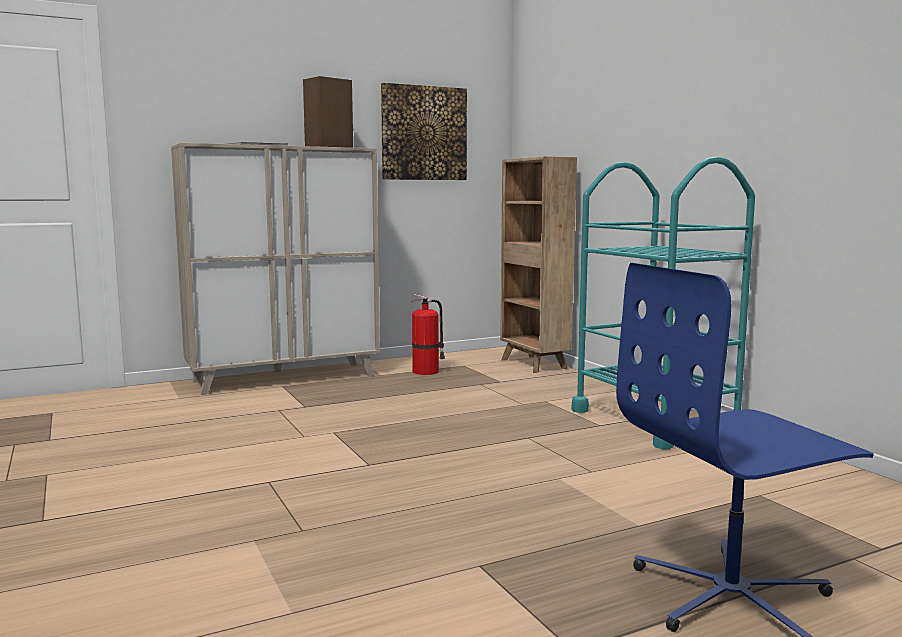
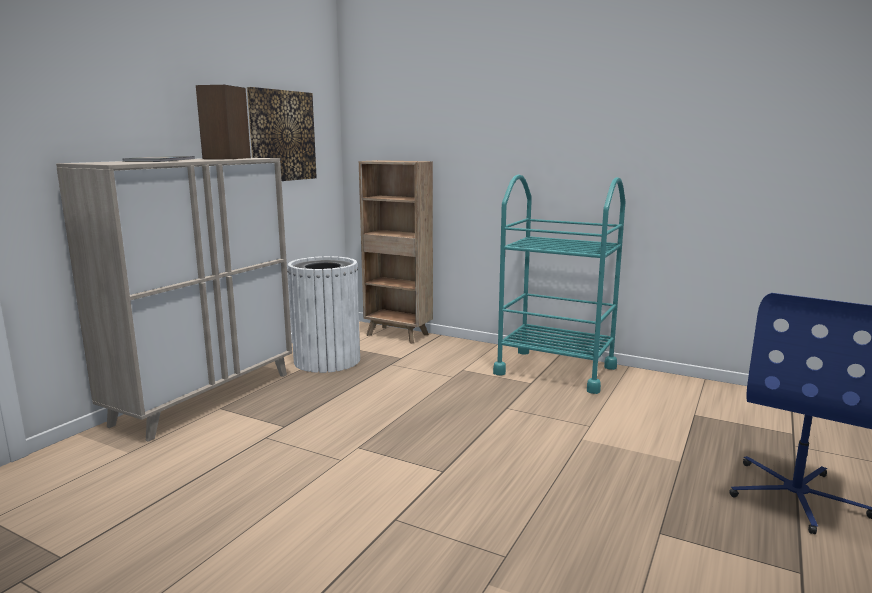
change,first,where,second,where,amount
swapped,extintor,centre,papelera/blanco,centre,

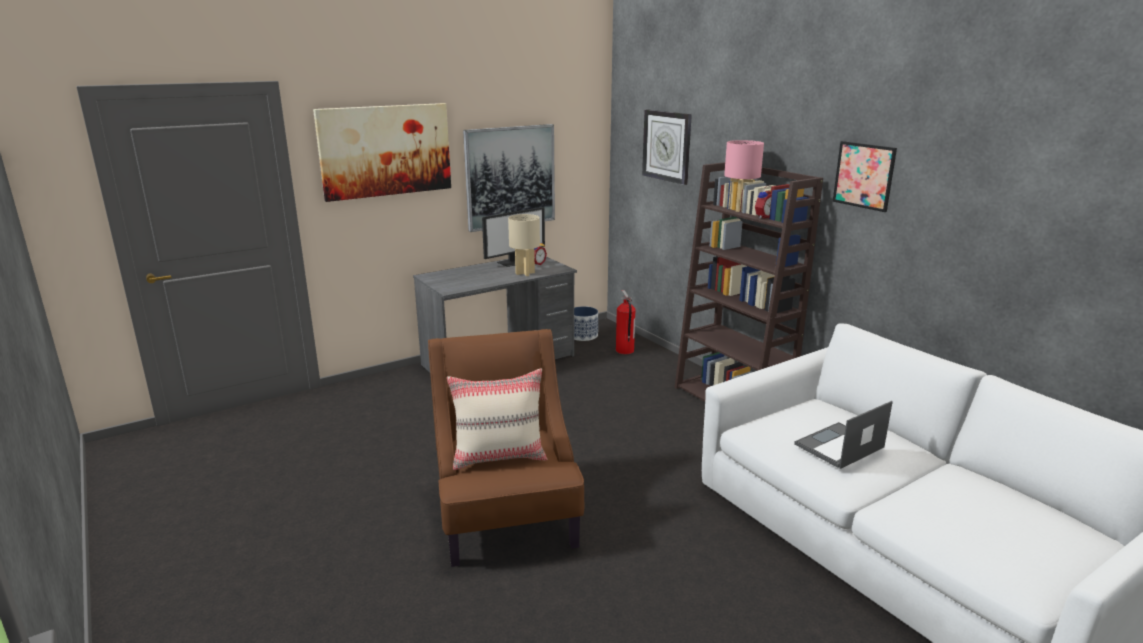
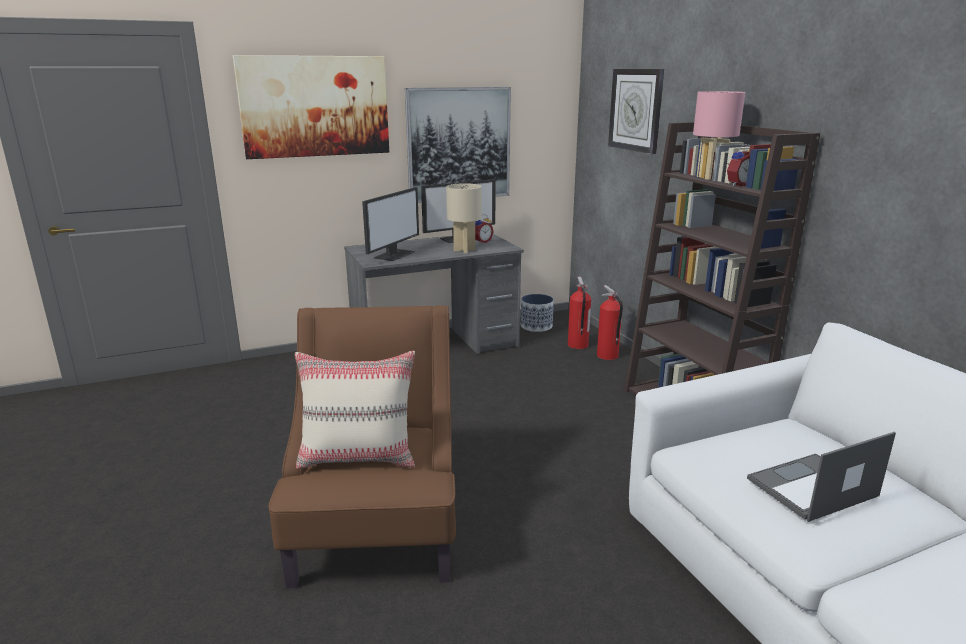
change,first,where,second,where,amount
gone,cuadro (no. 3 from left),top right,,,
new,,,monitor (no. 1 from left),centre,
new,,,extintor (no. 2 from left),centre,

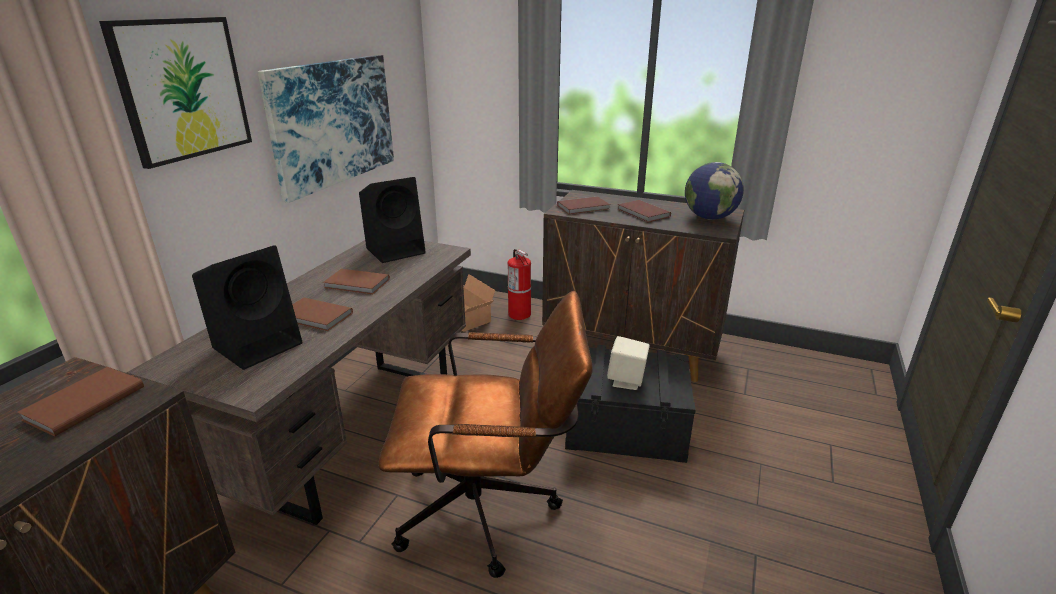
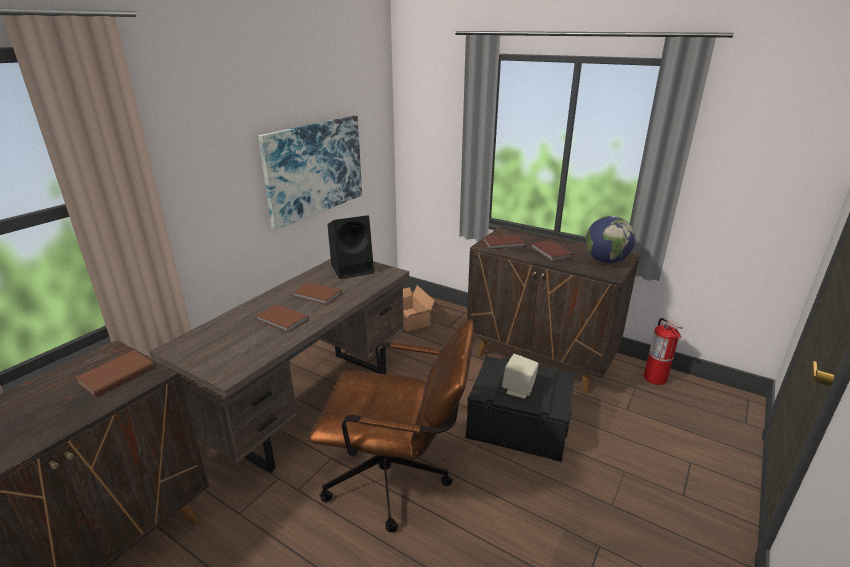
change,first,where,second,where,amount
gone,cuadro (no. 1 from left),top left,,,
gone,altavoz/negro (no. 1 from left),middle left,,,
shifted,extintor,centre,,middle right,

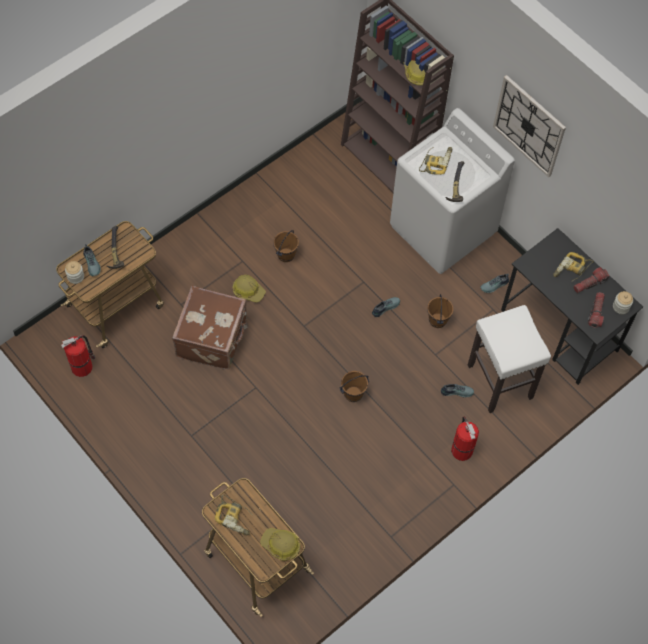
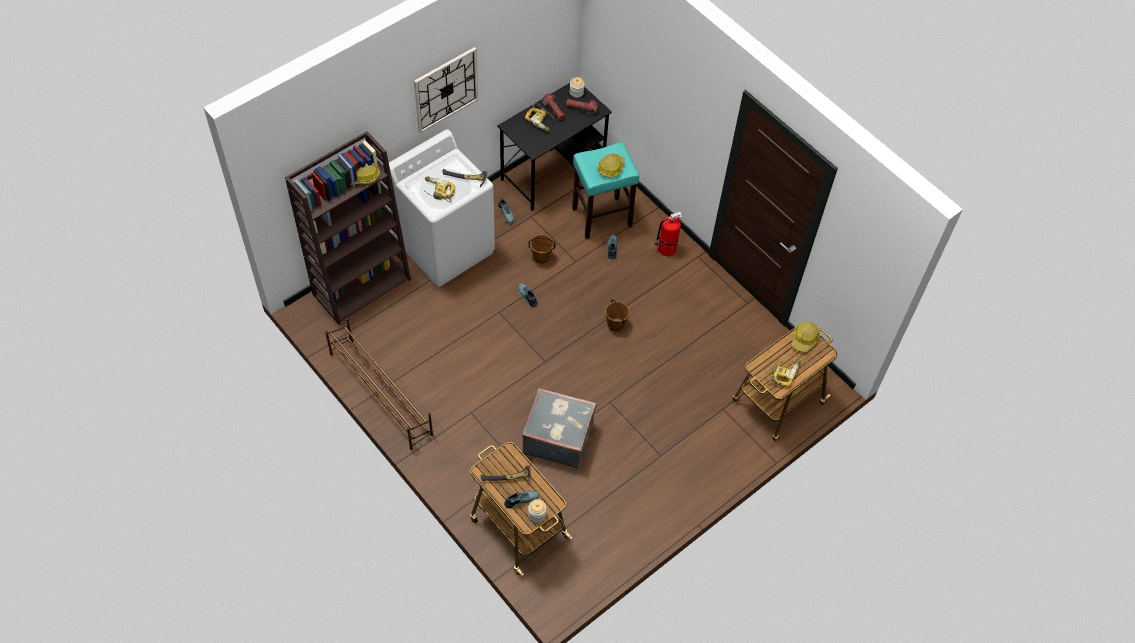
change,first,where,second,where,amount
gone,cubo/marrón (no. 1 from left),centre,,,
shifted,casco (no. 1 from left in the first image),centre,casco (no. 2 from left),top centre,
repainted,maleta/marrón,middle left,maleta/gris,centre,
repainted,taburete/blanco,middle right,taburete/turquesa,top centre,
gone,extintor (no. 1 from left),middle left,,,
new,,,zapatero/marrón,centre,

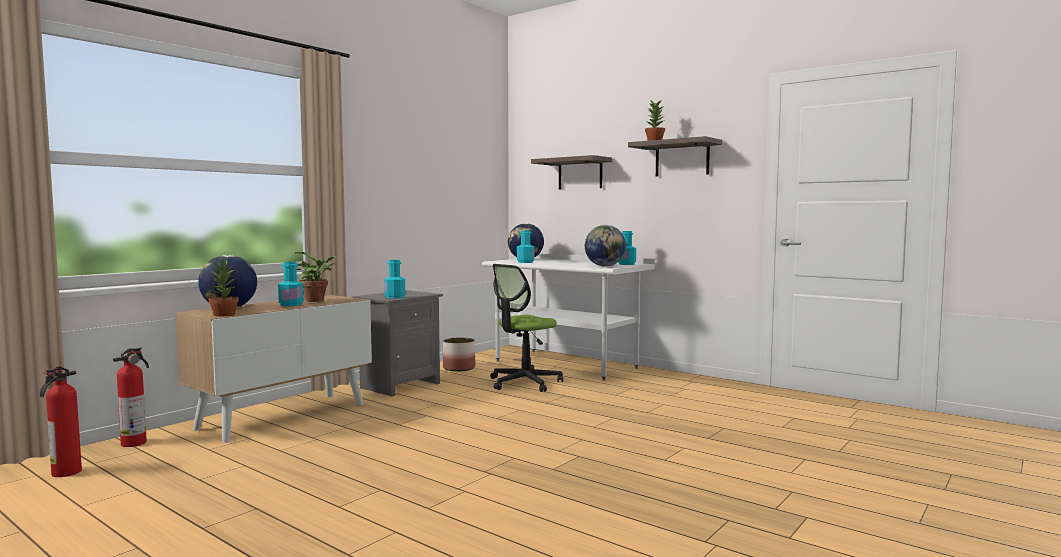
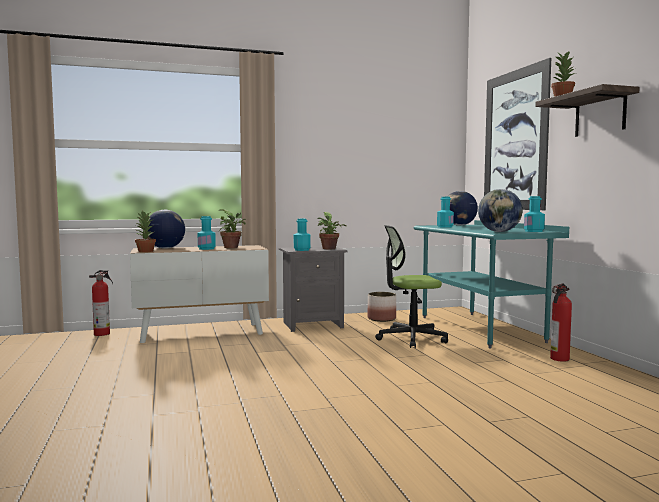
change,first,where,second,where,amount
swapped,estante (no. 1 from left),top centre,cuadro,top right,
repainted,escritorio/blanco,centre,escritorio/turquesa,middle right,
shifted,extintor (no. 1 from left in the first image),bottom left,extintor (no. 2 from left),middle right,
new,,,planta en maceta (no. 3 from left),centre,

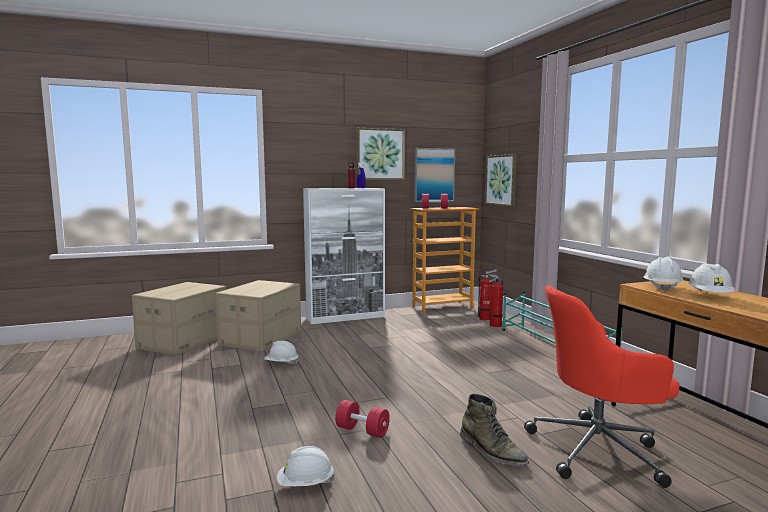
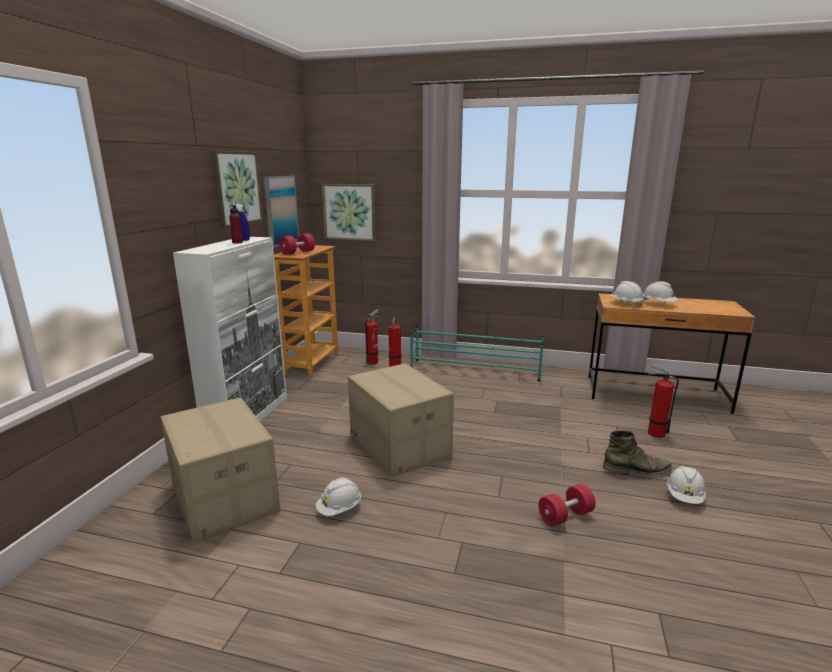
change,first,where,second,where,amount
shifted,caja de cartón (no. 1 from left in the first image),middle left,caja de cartón (no. 2 from left),centre,
swapped,silla de oficina/rojo,bottom right,extintor (no. 3 from left),middle right,
shifted,casco/blanco (no. 2 from left in the first image),bottom centre,casco/blanco (no. 4 from left),bottom right,

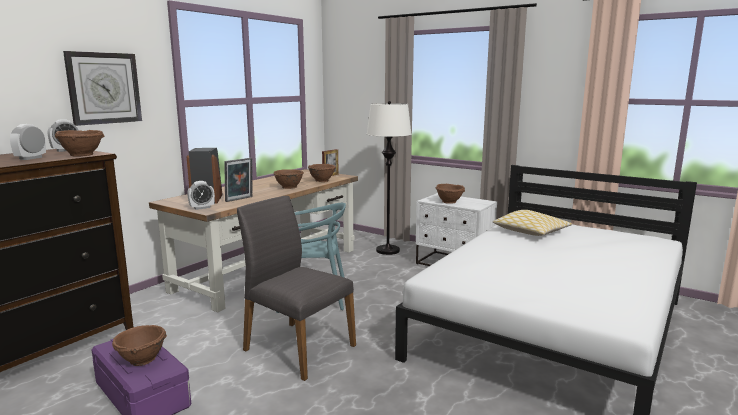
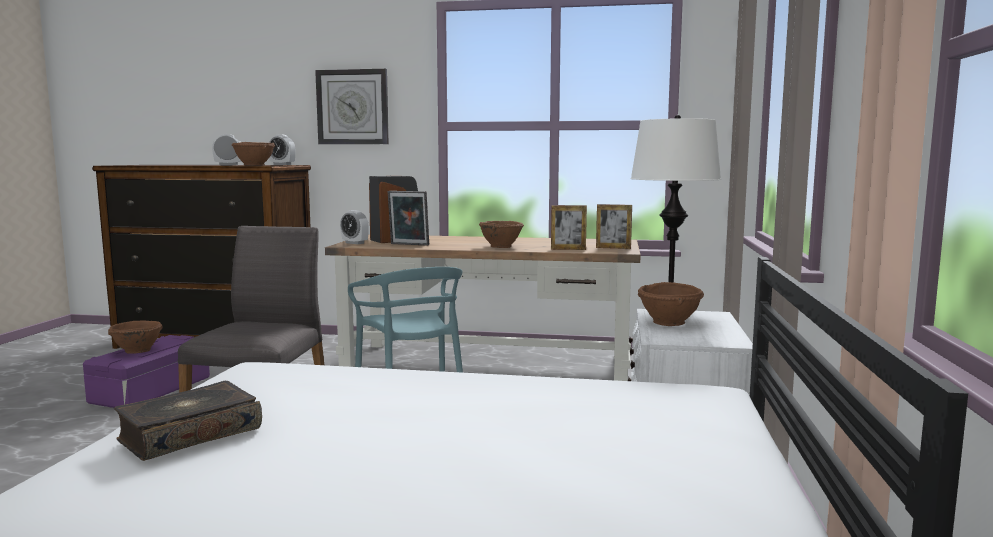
change,first,where,second,where,amount
swapped,cuenco/marrón (no. 4 from left),centre,portarretratos (no. 2 from left),centre,
gone,cojín,middle right,,,
new,,,libro,bottom left,

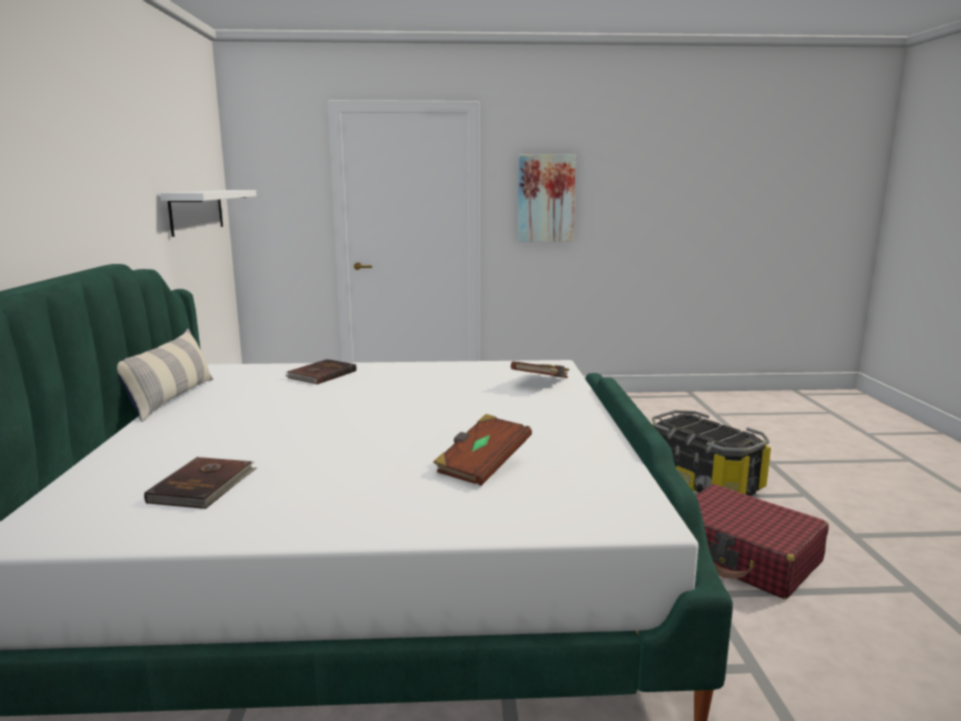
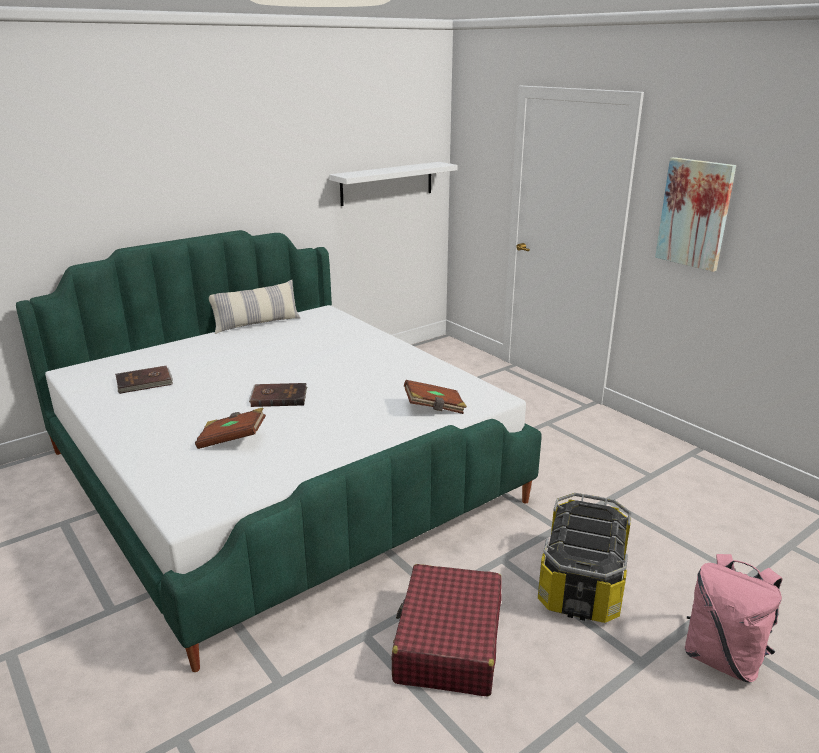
change,first,where,second,where,amount
shifted,libro/marrón (no. 2 from left in the first image),middle left,libro/marrón (no. 3 from left),centre,
new,,,mochila/rosa,bottom right,

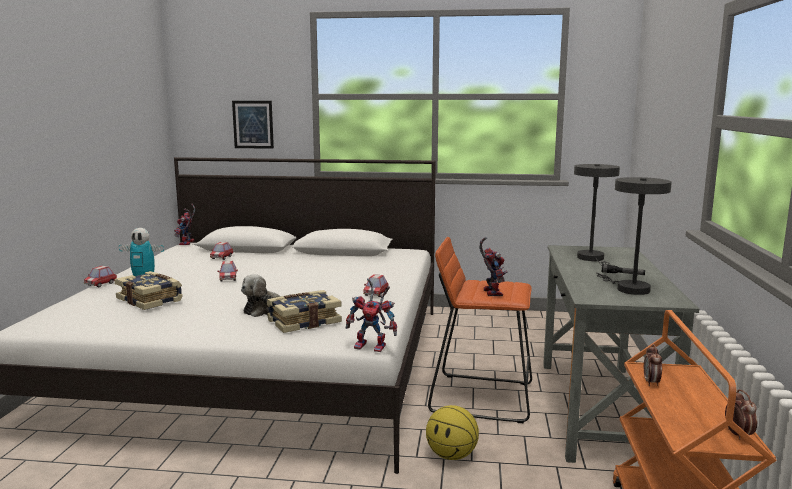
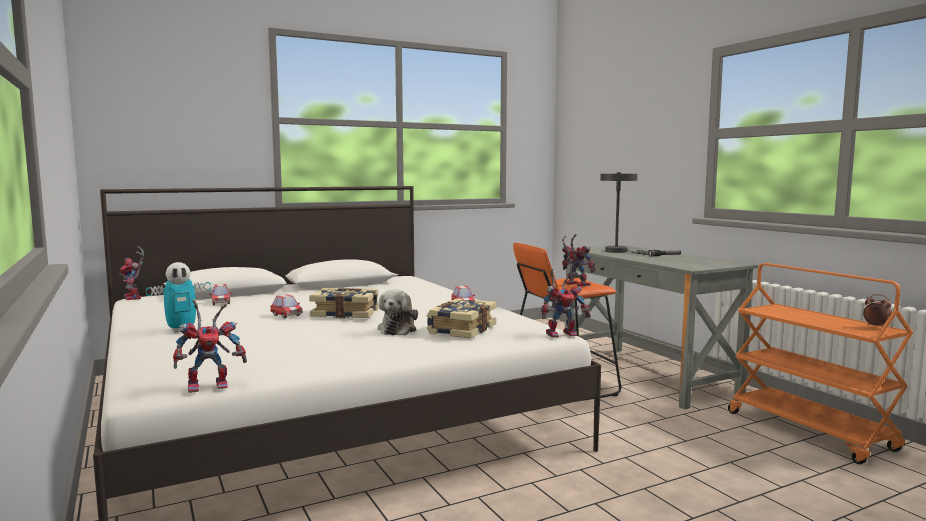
change,first,where,second,where,amount
gone,cuadro,top left,,,
gone,lámpara de mesa/gris (no. 2 from left),middle right,,,
gone,coche de juguete (no. 1 from left),middle left,,,
shifted,libro (no. 1 from left),middle left,,centre,
gone,despertador (no. 1 from left),bottom right,,,
gone,balón de baloncesto,bottom centre,,,
new,,,robot de juguete (no. 3 from left),middle left,

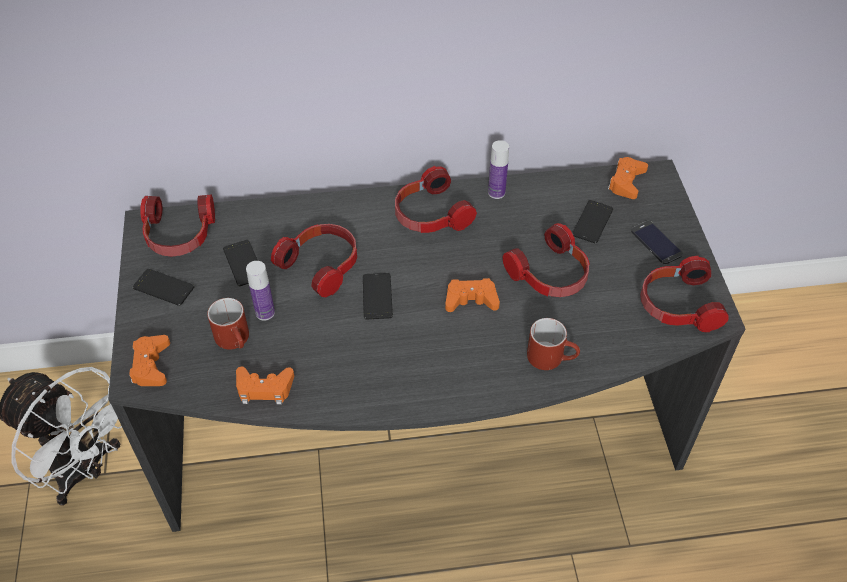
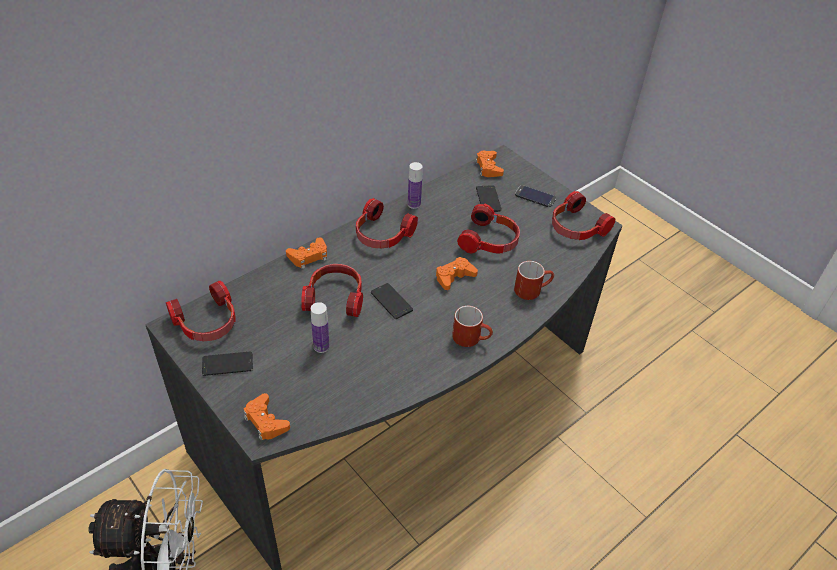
change,first,where,second,where,amount
gone,móvil (no. 2 from left),middle left,,,
shifted,taza grande/rojo (no. 1 from left),middle left,,centre,
shifted,mando de consola/naranja (no. 2 from left),middle left,,centre,

